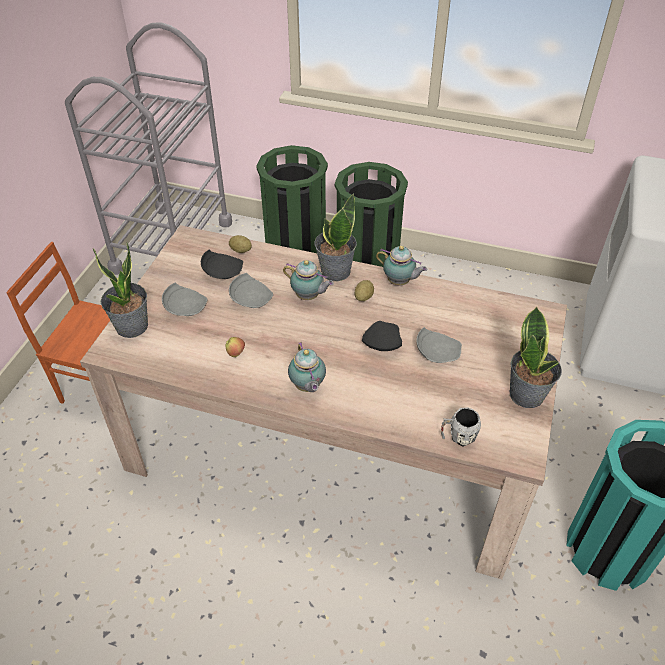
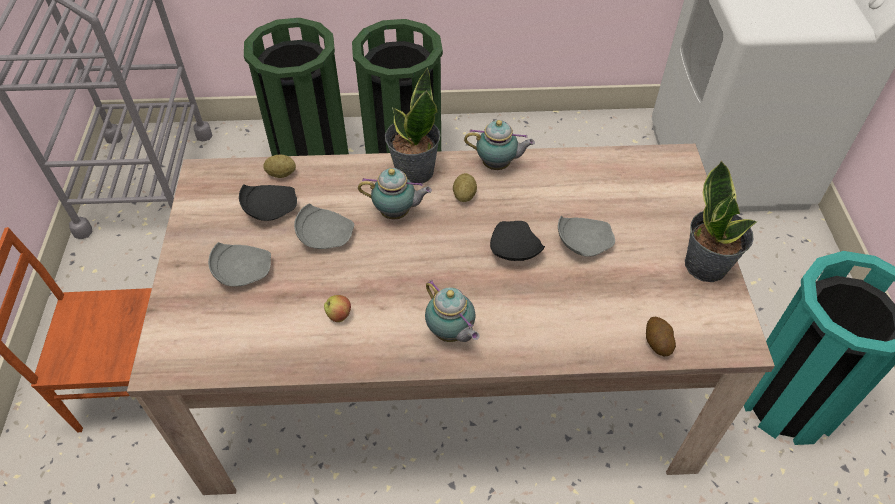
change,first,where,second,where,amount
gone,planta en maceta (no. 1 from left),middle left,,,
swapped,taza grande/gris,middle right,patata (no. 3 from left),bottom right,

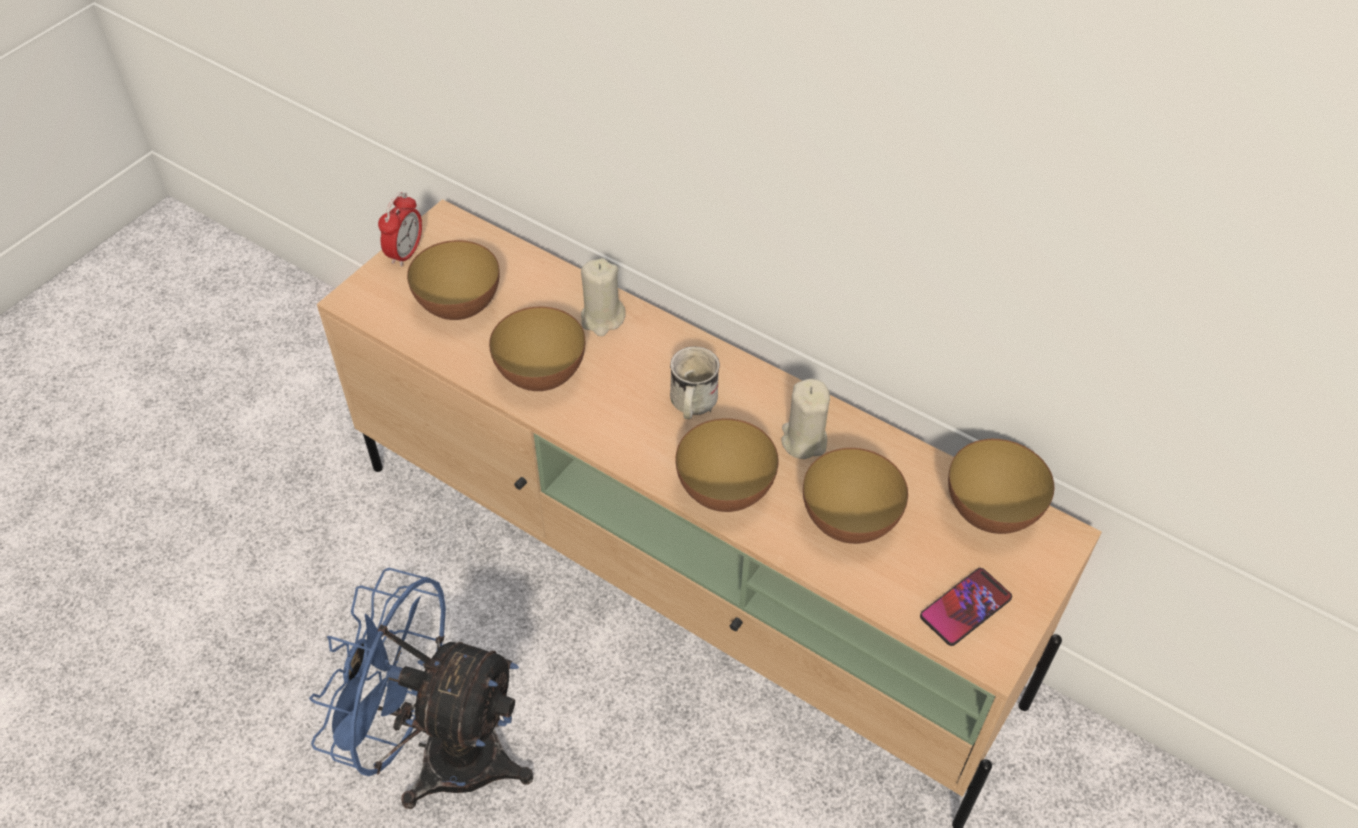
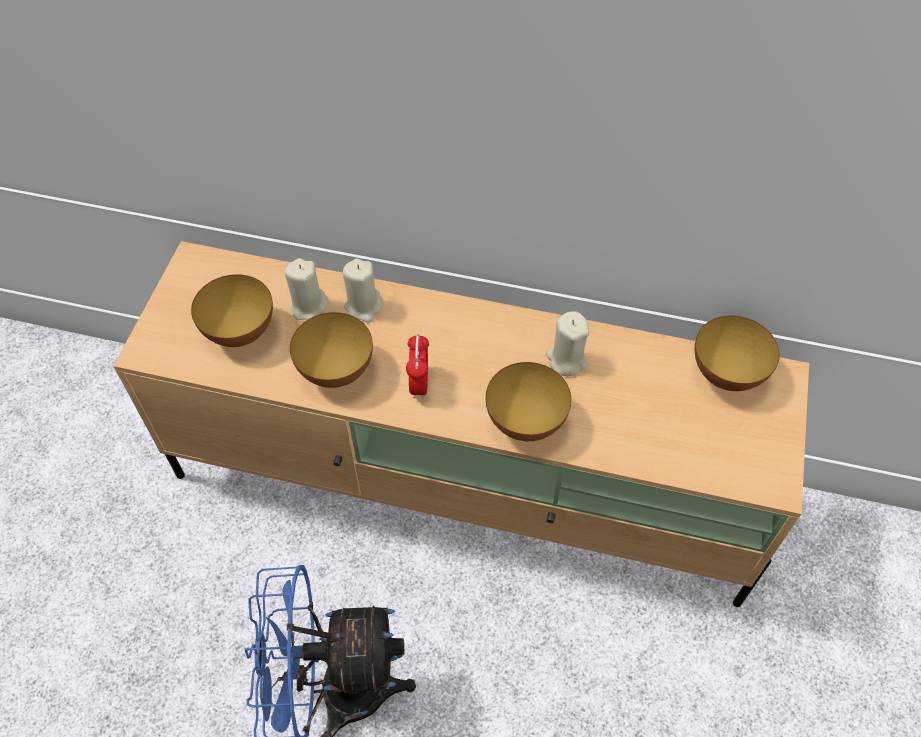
change,first,where,second,where,amount
shifted,despertador,top left,,centre,
gone,taza grande/blanco,centre,,,
gone,cuenco (no. 4 from left),centre,,,
gone,móvil,bottom right,,,
new,,,vela/beis (no. 1 from left),middle left,

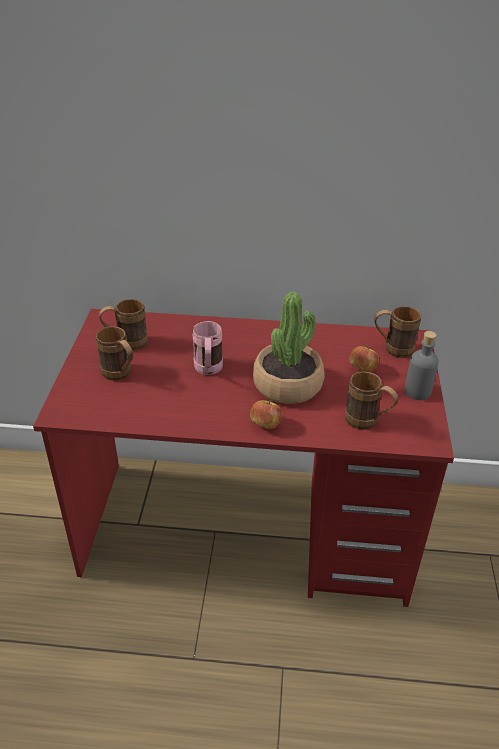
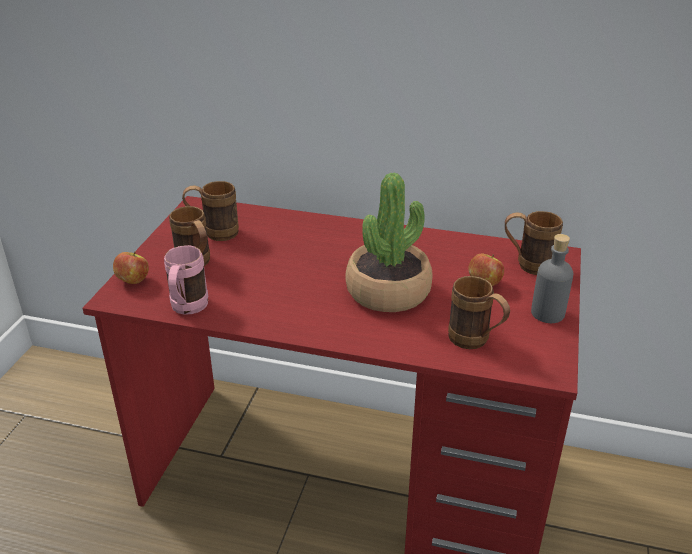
change,first,where,second,where,amount
shifted,taza grande/rosa,centre,,middle left,
shifted,manzana (no. 1 from left),centre,,middle left,

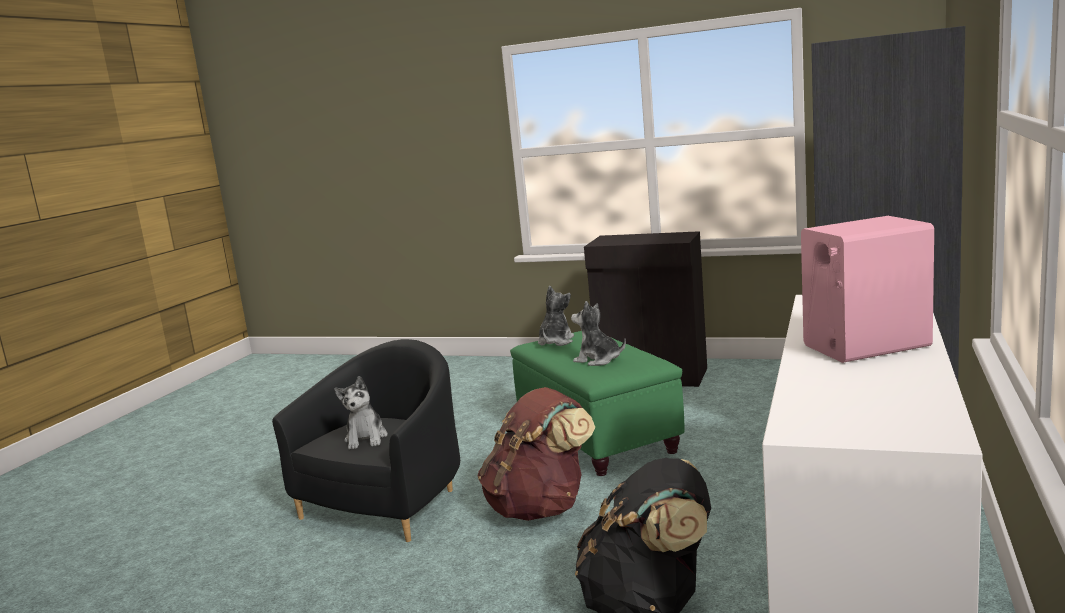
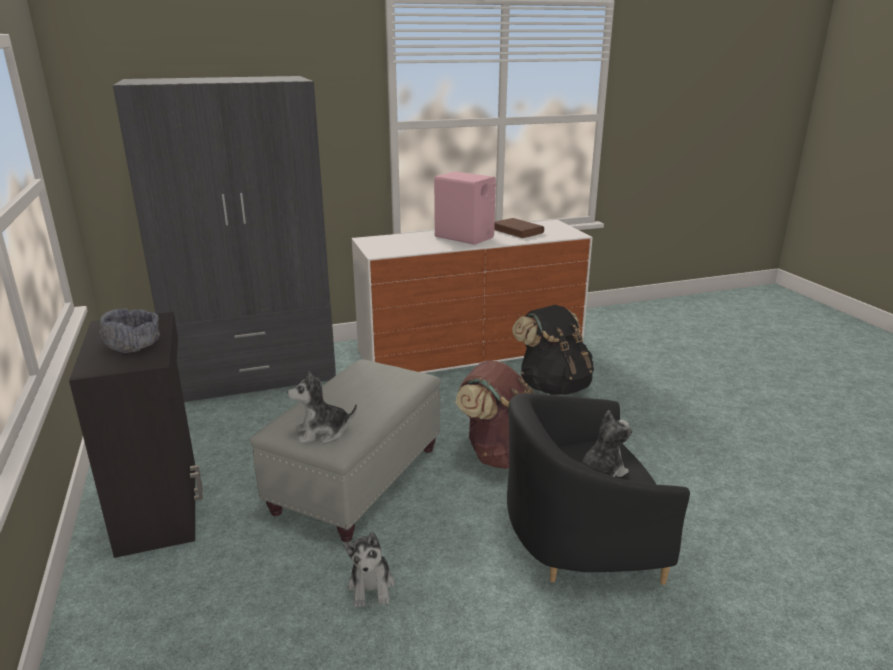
change,first,where,second,where,amount
shifted,peluche (no. 3 from left in the first image),centre,peluche (no. 2 from left),bottom centre,
repainted,puf/verde,centre,puf/gris,bottom centre,
new,,,libro/marrón,centre,
new,,,cuenco/gris,middle left,

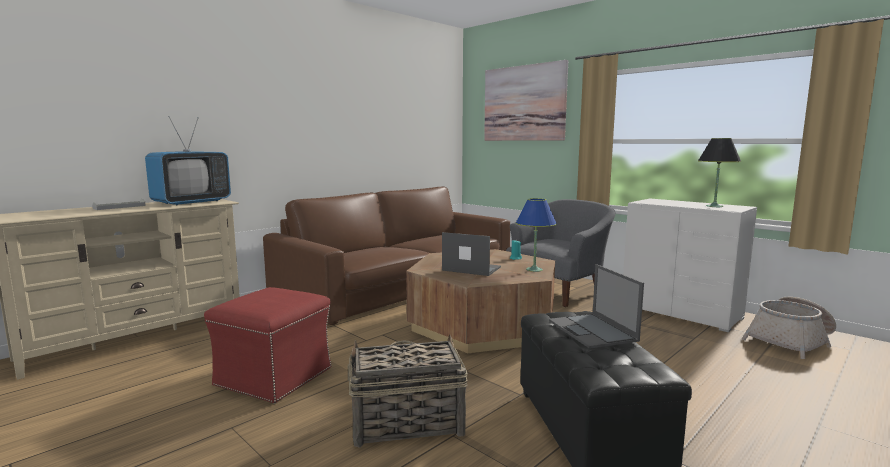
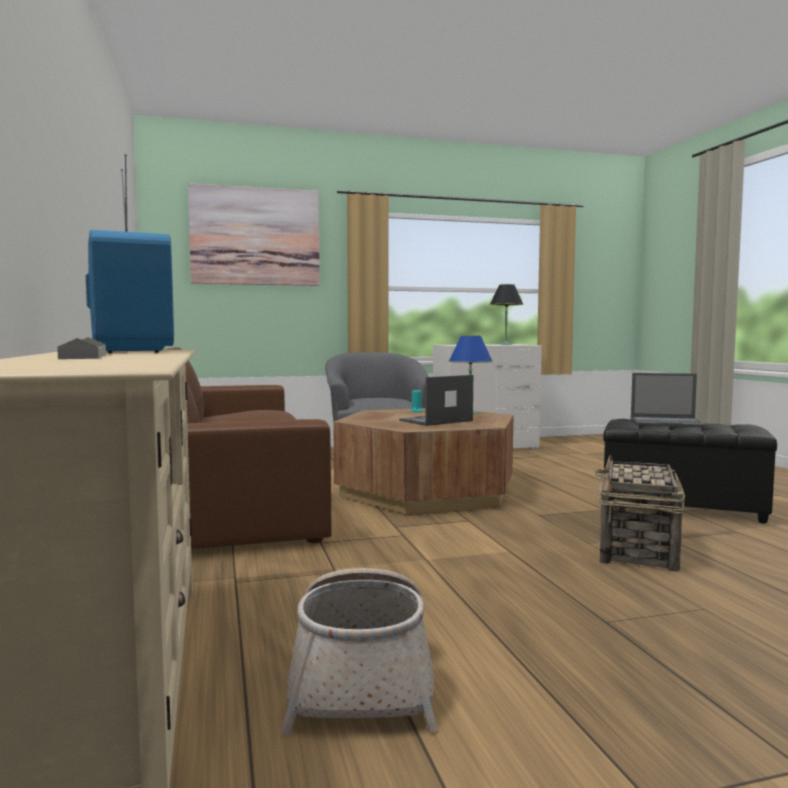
change,first,where,second,where,amount
gone,puf/rojo,bottom left,,,
shifted,cesta (no. 2 from left in the first image),bottom right,cesta (no. 1 from left),bottom centre,

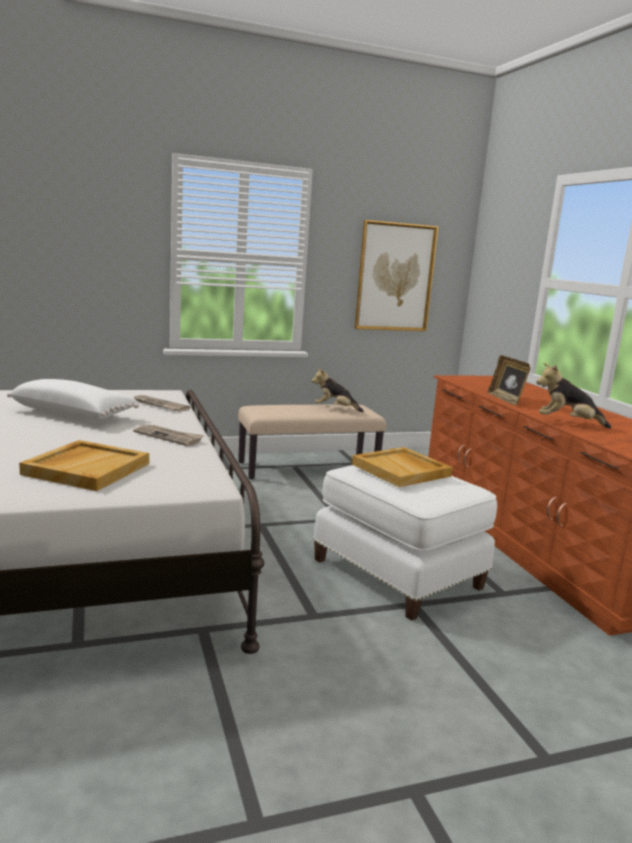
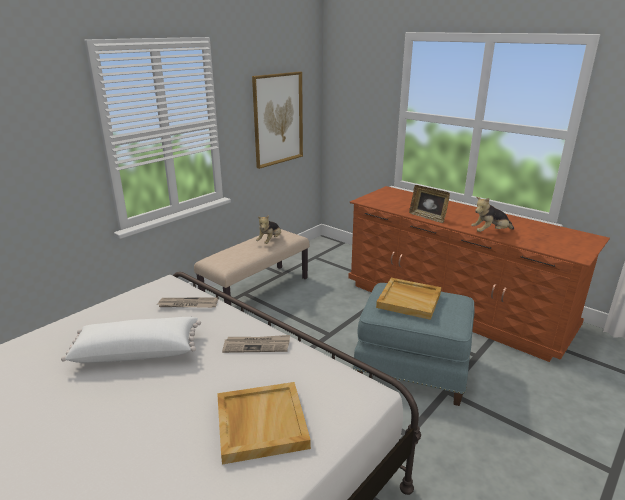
change,first,where,second,where,amount
rotated,peluche (no. 1 from left),centre,,centre,45 degrees counterclockwise
repainted,puf/blanco,centre,puf/azul,bottom centre,

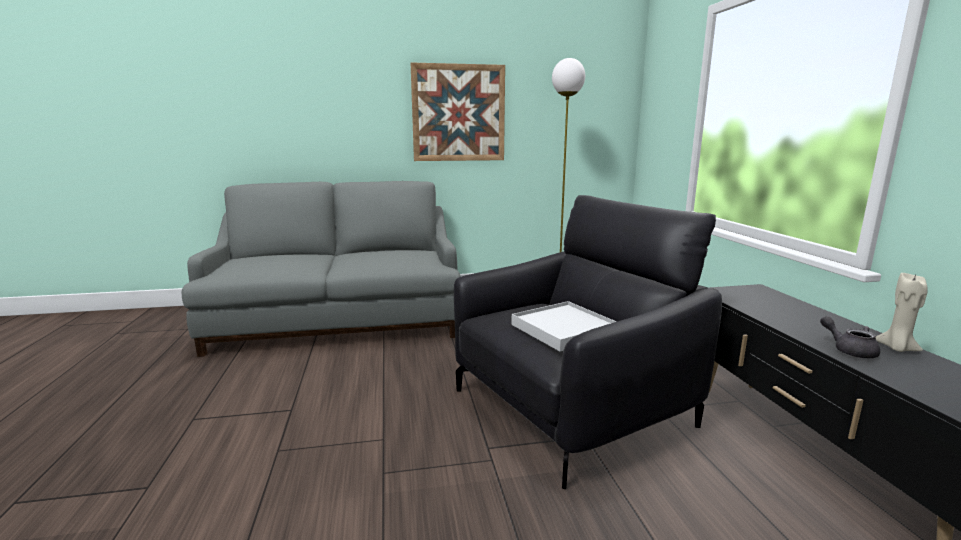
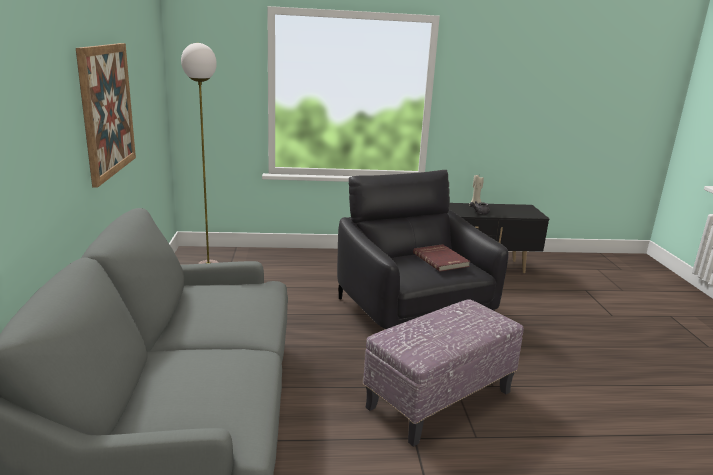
change,first,where,second,where,amount
swapped,bandeja/blanco,centre,libro/rojo,centre,
new,,,puf,bottom centre,

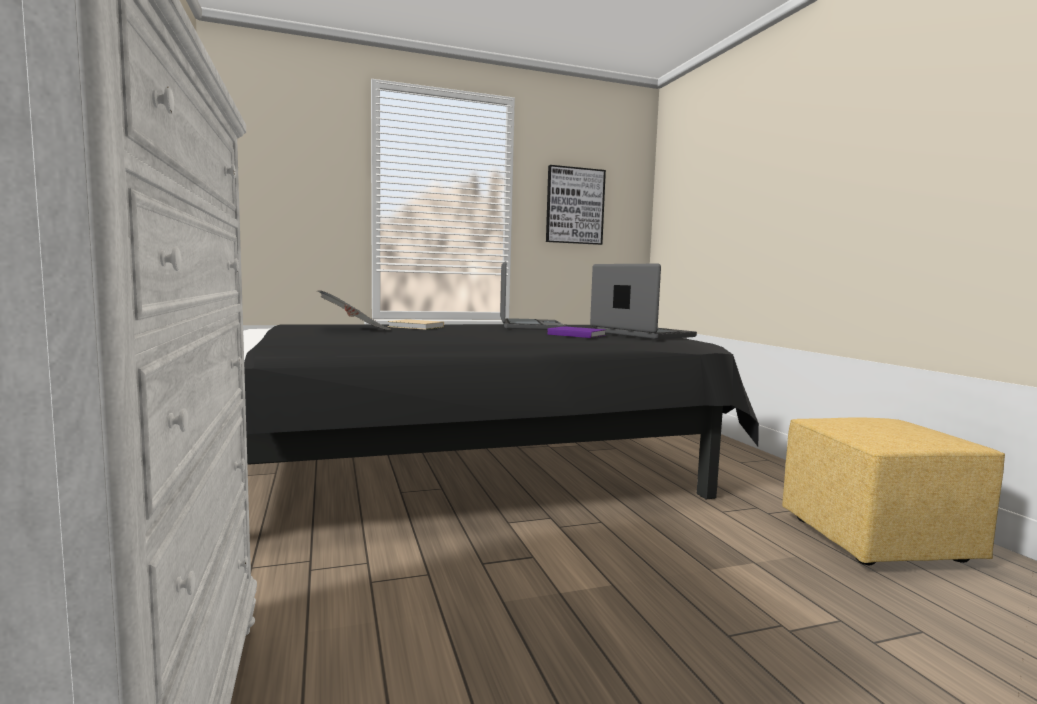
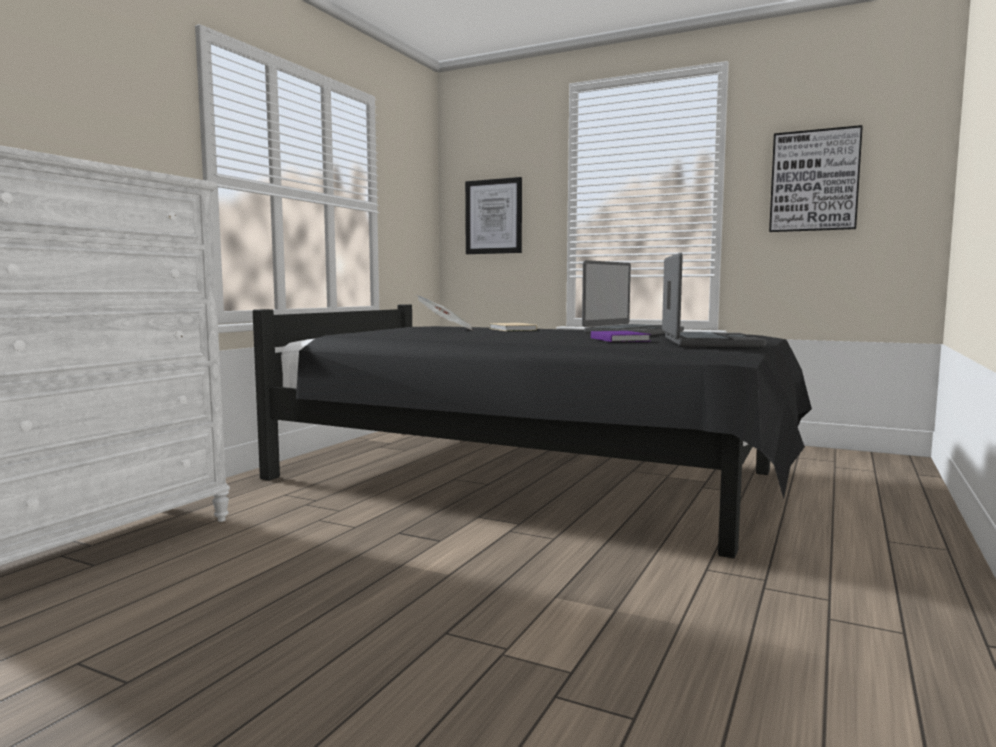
change,first,where,second,where,amount
gone,puf/amarillo,bottom right,,,
new,,,cuadro (no. 1 from left),top centre,

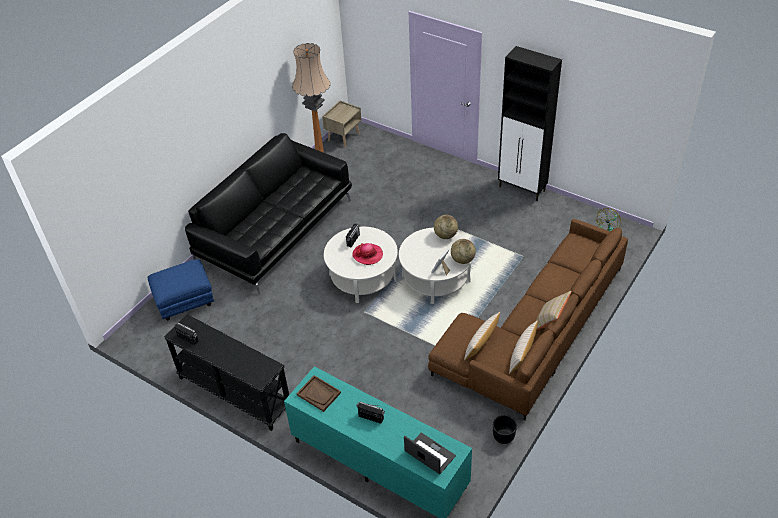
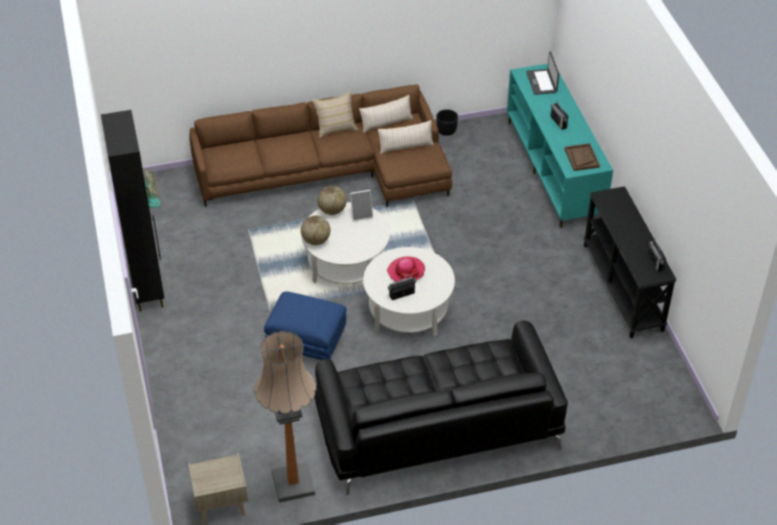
change,first,where,second,where,amount
shifted,puf/azul,middle left,,centre,

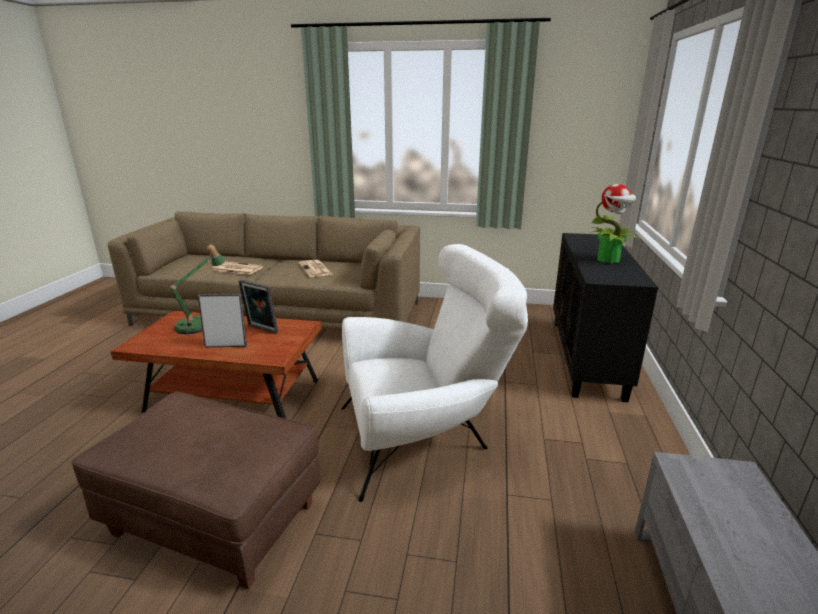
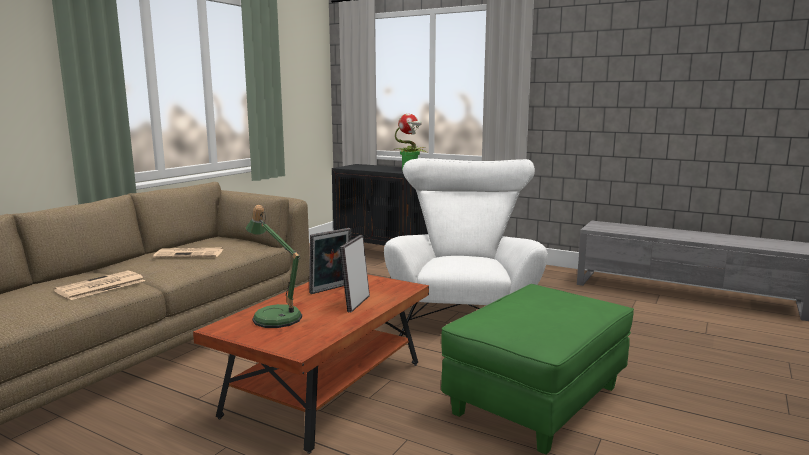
change,first,where,second,where,amount
repainted,puf/marrón,bottom left,puf/verde,bottom centre,

